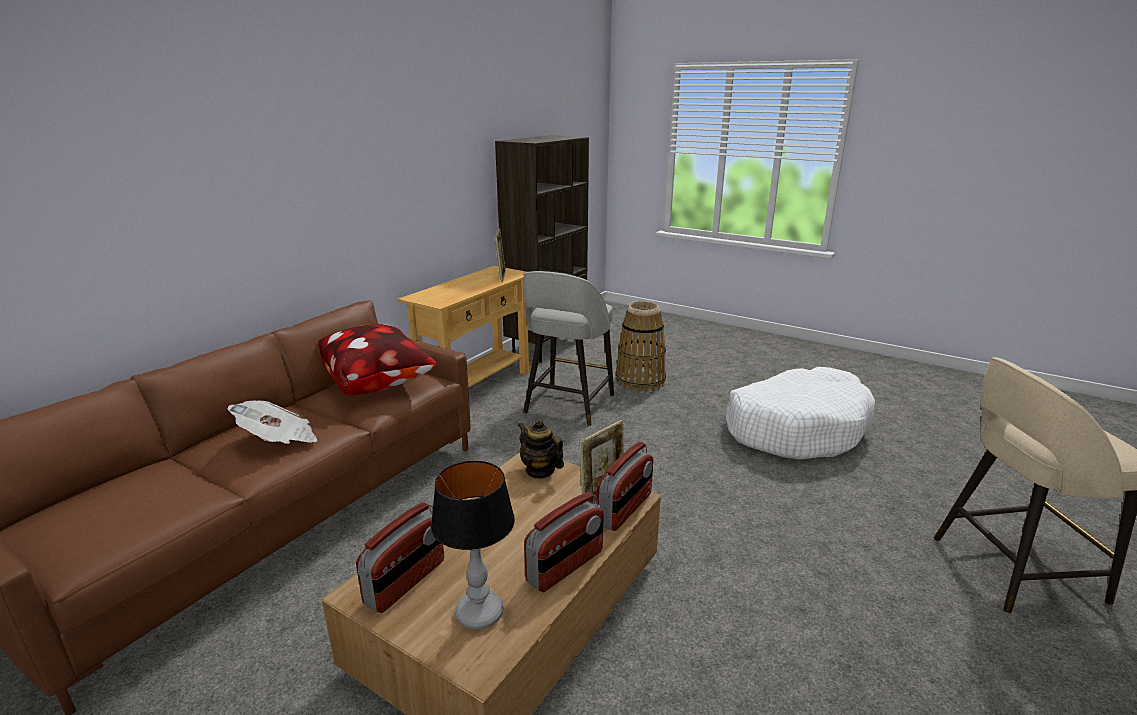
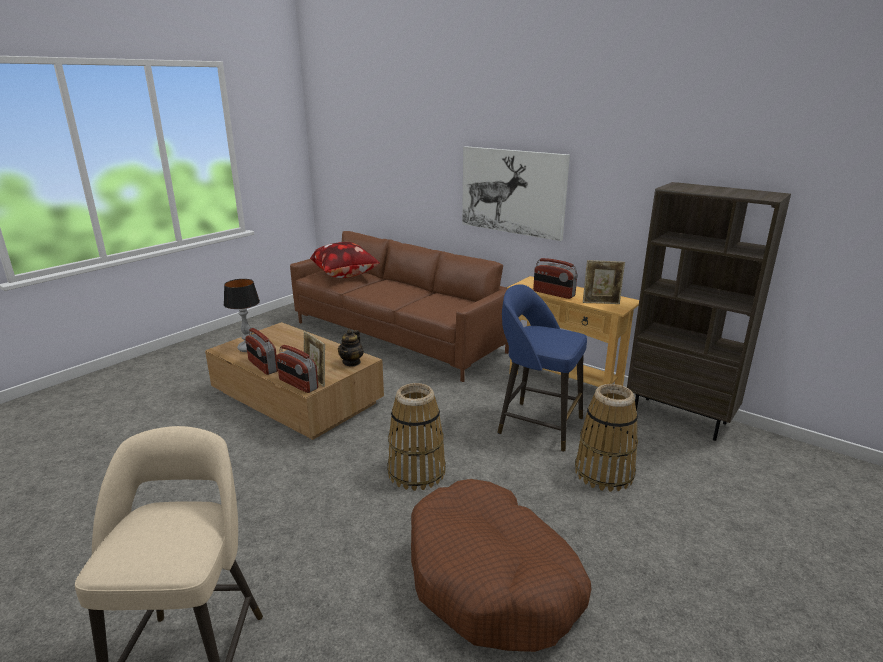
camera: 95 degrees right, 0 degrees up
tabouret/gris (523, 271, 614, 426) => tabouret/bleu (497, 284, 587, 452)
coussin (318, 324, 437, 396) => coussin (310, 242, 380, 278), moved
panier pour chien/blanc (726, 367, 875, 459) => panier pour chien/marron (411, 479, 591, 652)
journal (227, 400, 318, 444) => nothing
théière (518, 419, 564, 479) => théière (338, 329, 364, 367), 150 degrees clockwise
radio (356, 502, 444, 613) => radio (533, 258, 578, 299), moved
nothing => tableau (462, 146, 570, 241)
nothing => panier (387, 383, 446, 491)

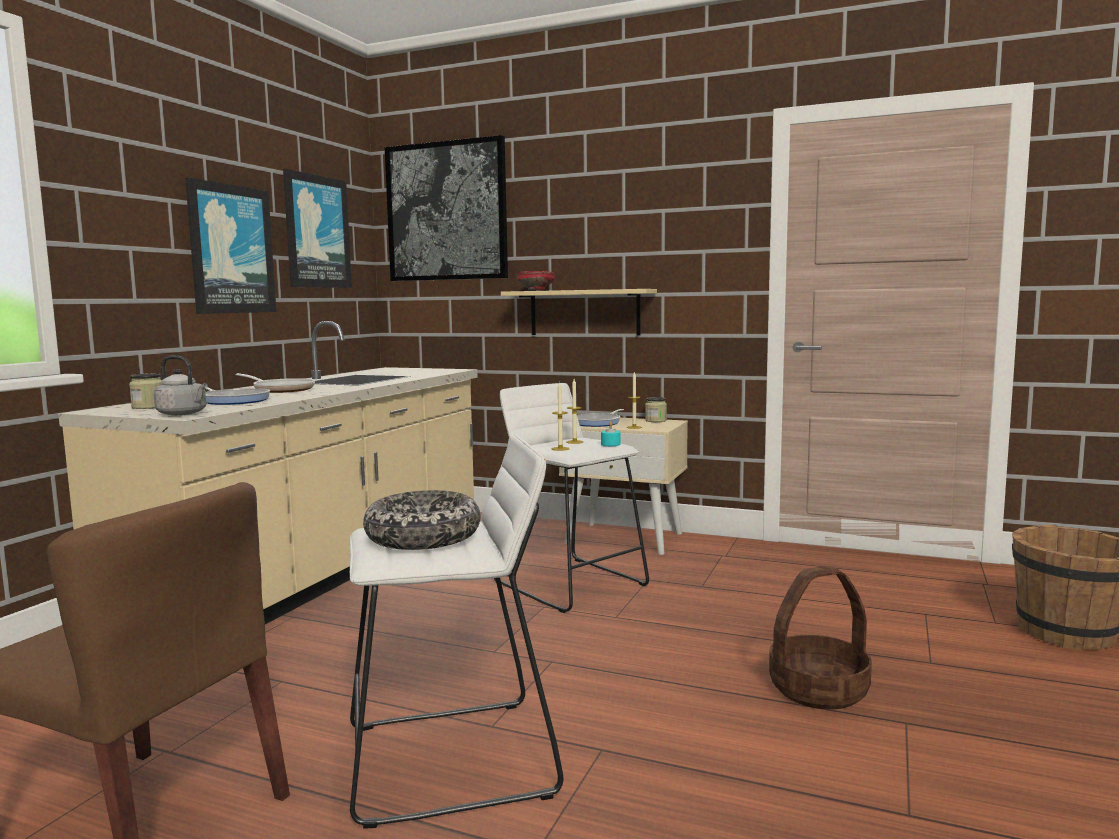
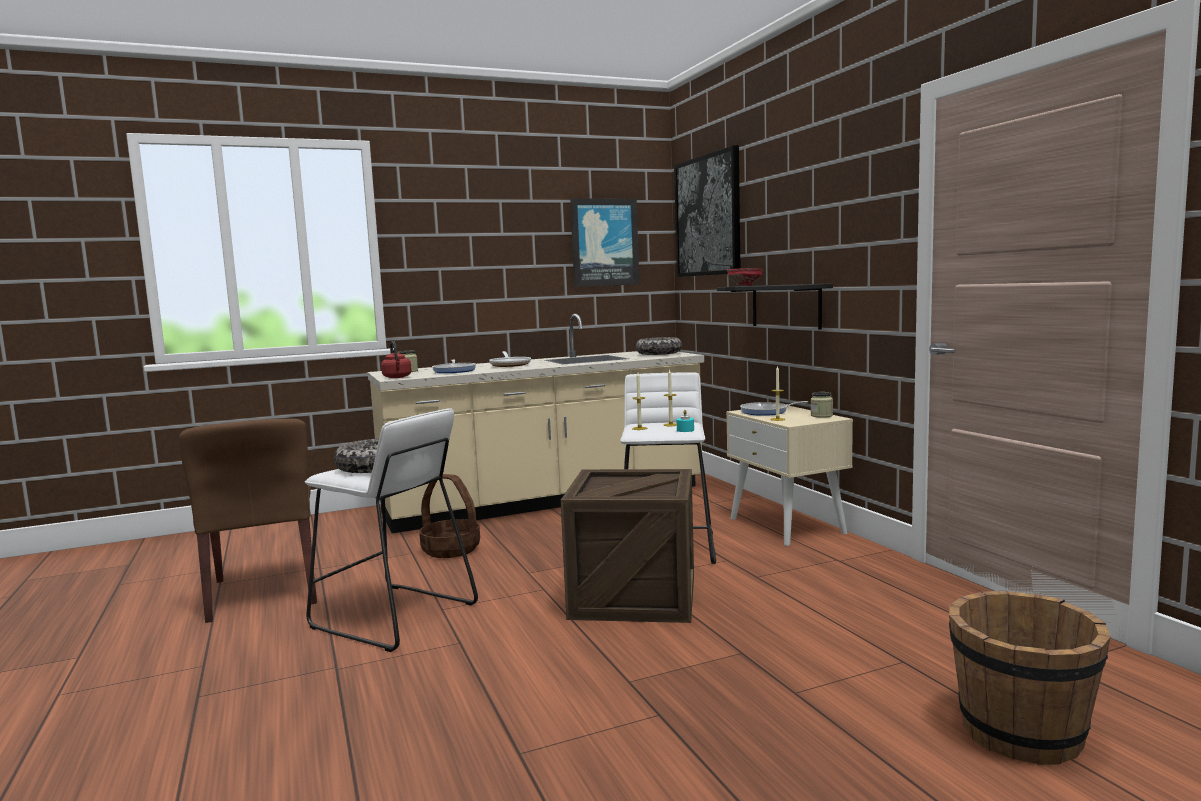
camera: 45 degrees right, 0 degrees up
tableau (185, 178, 276, 314) => nothing
étagère/beige (501, 289, 657, 335) => étagère/noir (717, 283, 833, 330)
bouilloire/gris (154, 356, 207, 416) => bouilloire/rouge (381, 341, 412, 378)
panier (769, 566, 872, 709) => panier (419, 474, 480, 558), moved
nothing => bol (636, 337, 682, 355)
nothing => caisse (561, 469, 694, 623)

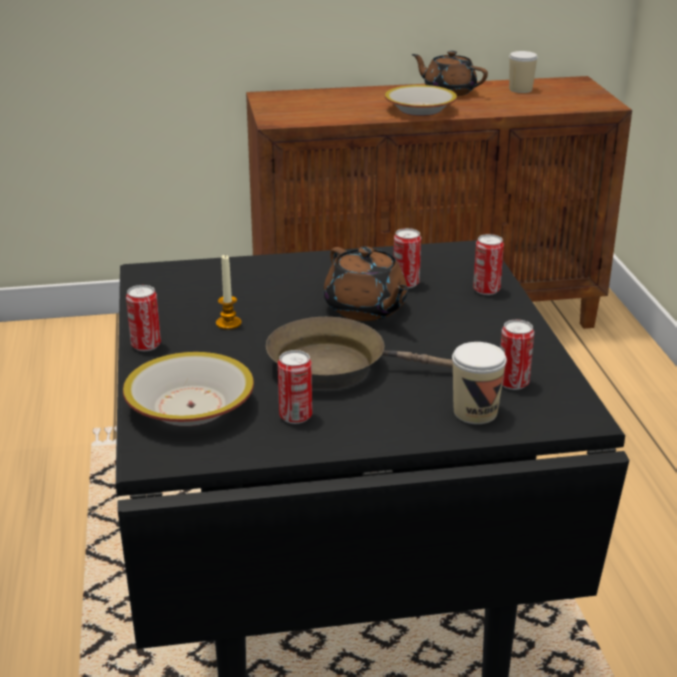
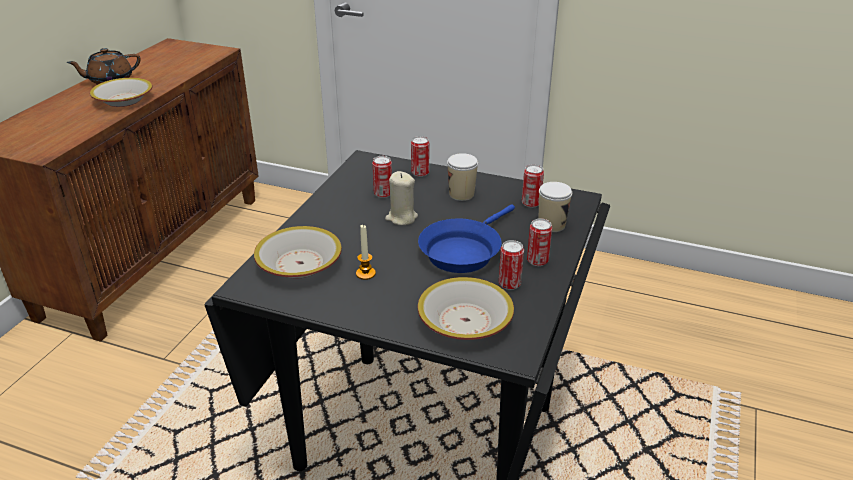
camera: 60 degrees left, 5 degrees up
tasse (509, 51, 538, 93) => tasse (447, 153, 478, 201), moved
théière/marron (323, 246, 408, 321) => bougie/beige (385, 171, 418, 225)
boîte métallique (126, 285, 161, 351) => boîte métallique (527, 219, 552, 266), moved
poêle/marron (266, 317, 453, 389) => poêle/bleu (418, 204, 515, 273)
nothing => bol (254, 226, 342, 279)

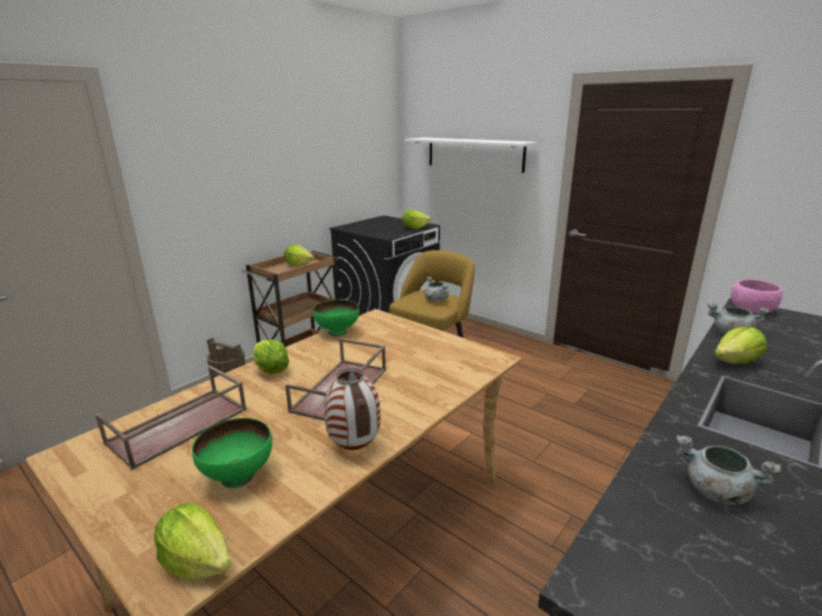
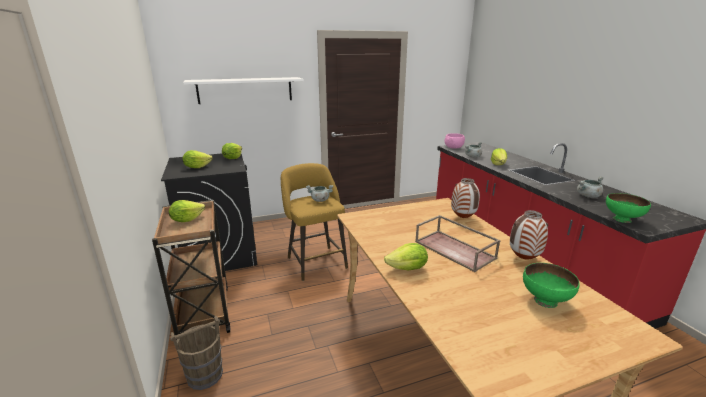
camera: 60 degrees left, 0 degrees up
bol/vert (313, 299, 359, 337) => bol/vert (606, 193, 651, 223), moved
plateau/marron (95, 366, 247, 470) => nothing
laitue (154, 503, 232, 580) => laitue (182, 150, 213, 168), moved
nothing => vase (451, 178, 480, 218)

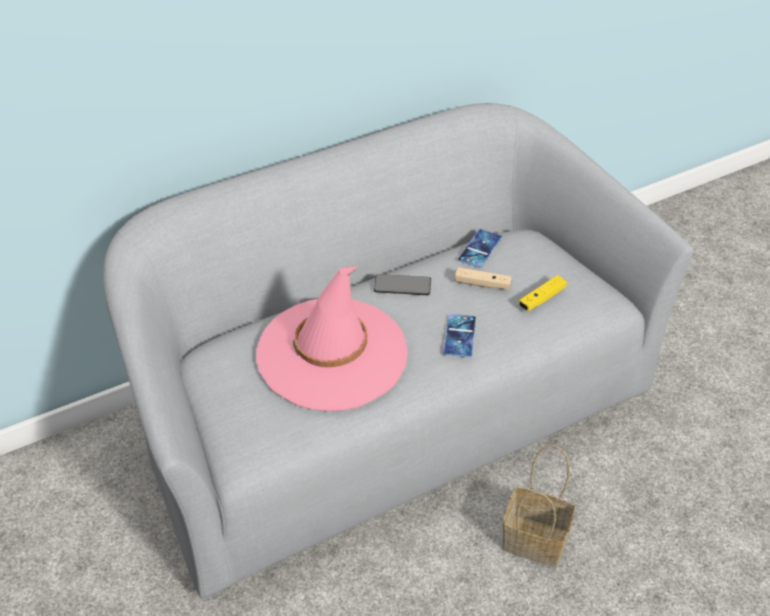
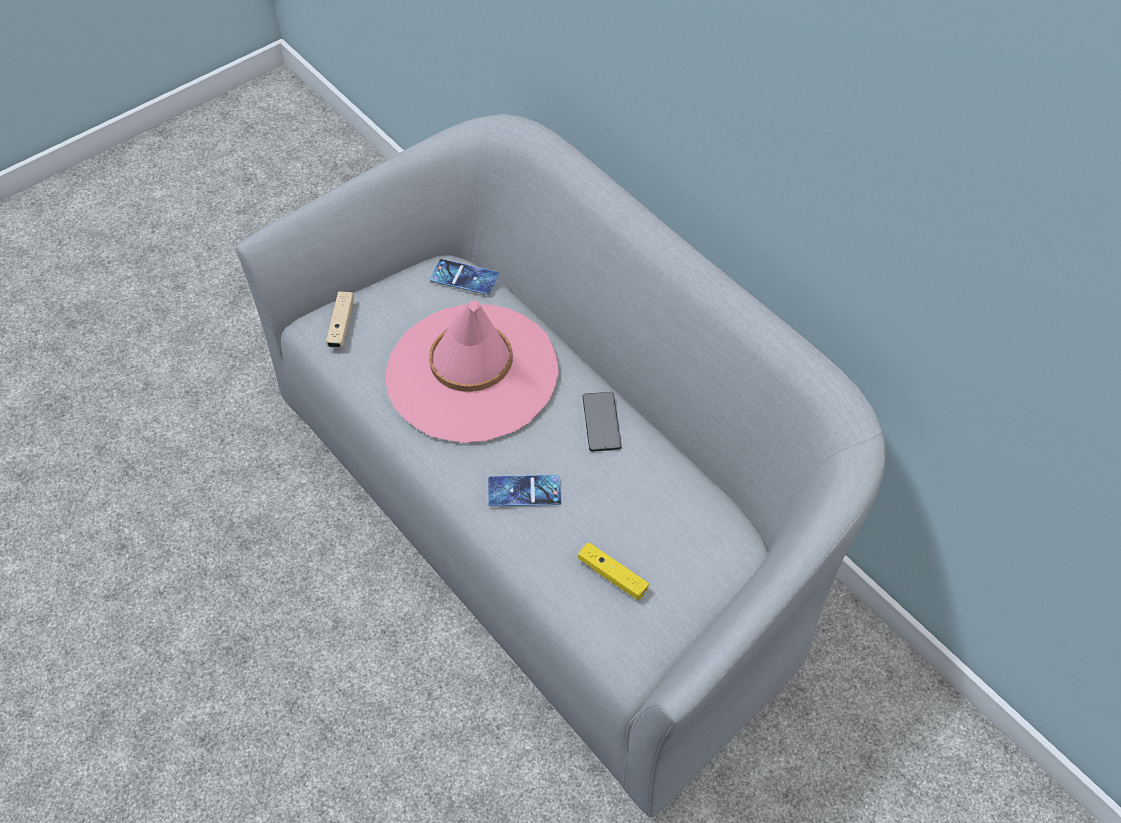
camera: 80 degrees right, 10 degrees up
téléphone (458, 229, 502, 268) => téléphone (430, 259, 499, 295), moved
manette/beige (455, 267, 512, 289) => manette/beige (326, 292, 354, 348), moved
panier (502, 445, 575, 567) => nothing

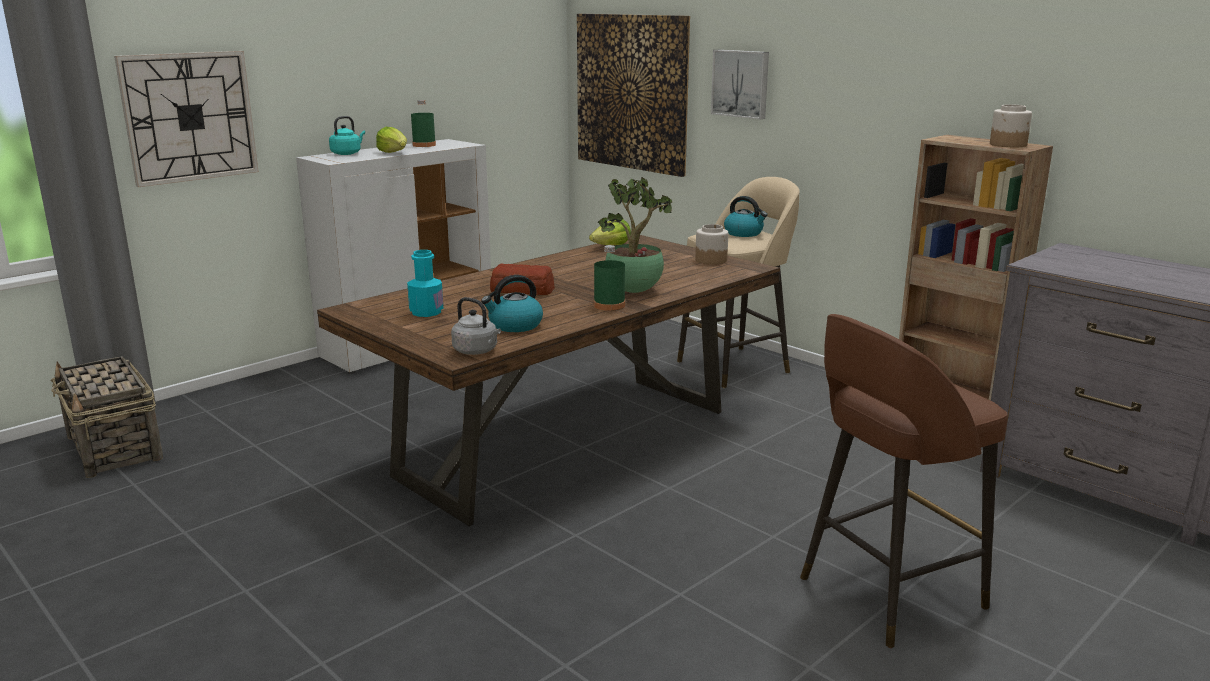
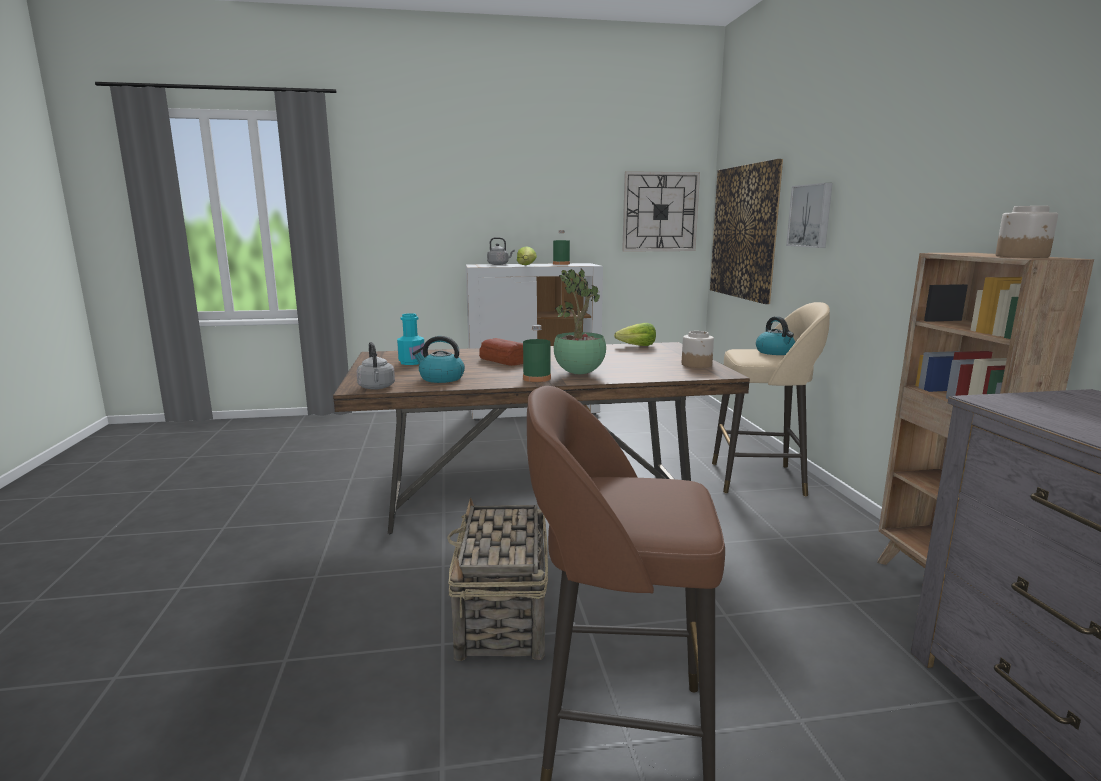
camera: 35 degrees right, 5 degrees down
horloge murale (114, 51, 259, 187) => horloge murale (622, 171, 700, 252), moved
bouilloire/turquoise (329, 116, 365, 155) => bouilloire/gris (487, 237, 515, 265)
panier (51, 356, 163, 478) => panier (447, 497, 548, 661), moved

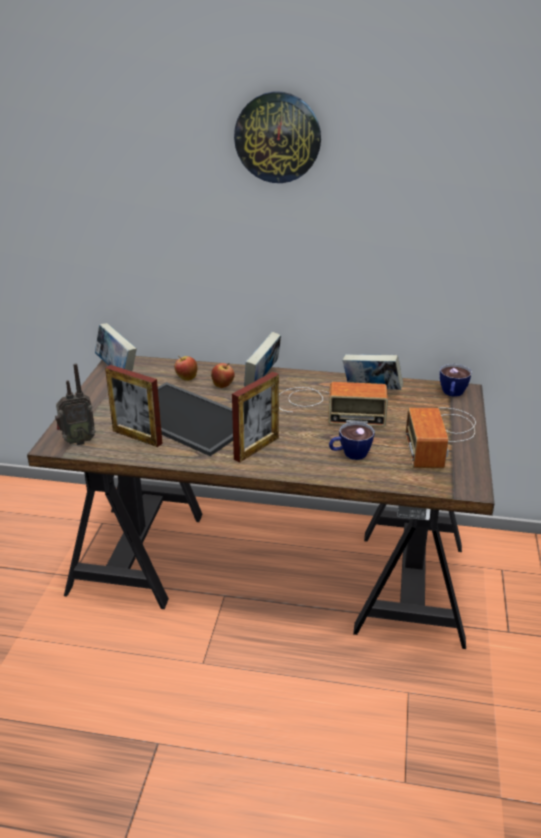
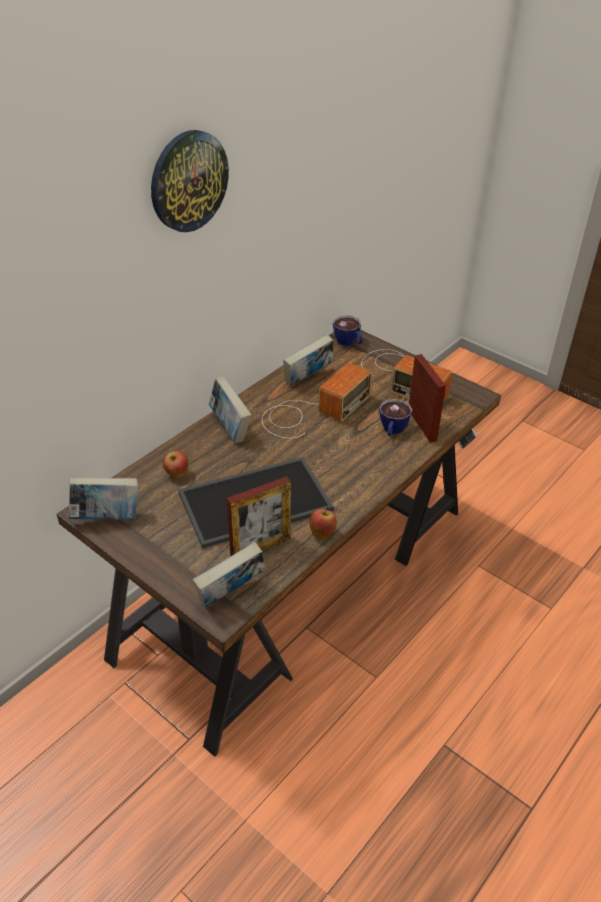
camera: 60 degrees left, 10 degrees up
radio (55, 363, 96, 445) => livre (193, 542, 265, 608)
pomme (211, 363, 235, 388) => pomme (309, 507, 337, 539), moved
cadre photo (232, 372, 279, 462) => cadre photo (409, 354, 446, 443), moved

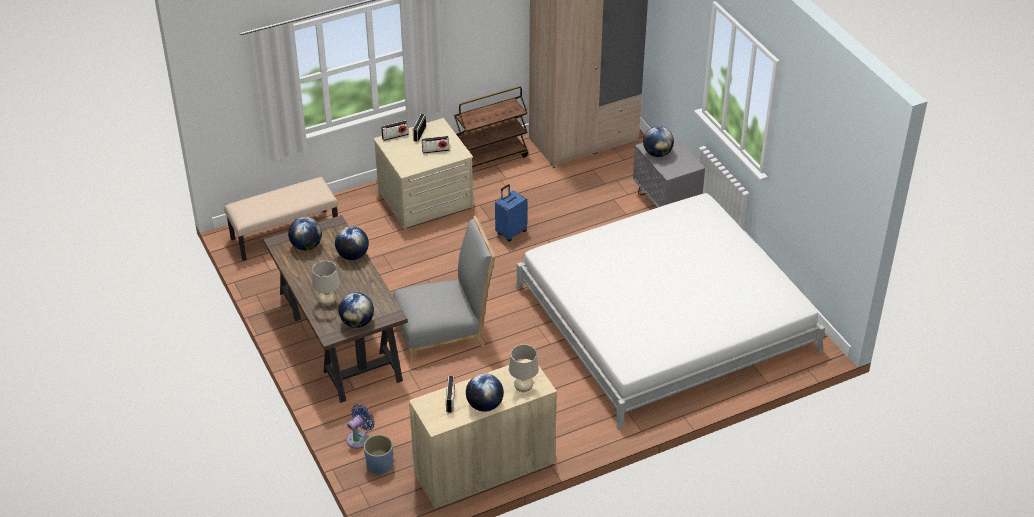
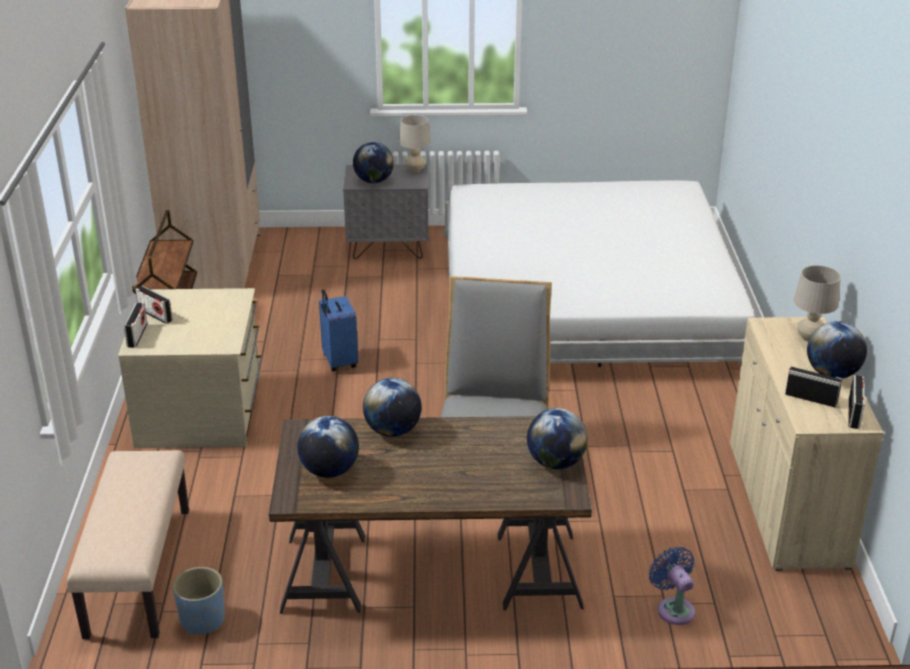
camera: 65 degrees left, 10 degrees down
radio (422, 136, 449, 154) => radio (849, 375, 865, 429), moved
lampe de table/beige (312, 261, 340, 306) => lampe de table/beige (399, 115, 431, 173), moved
cache-pot/bleu (364, 434, 393, 475) => cache-pot/bleu (173, 567, 225, 634), moved

